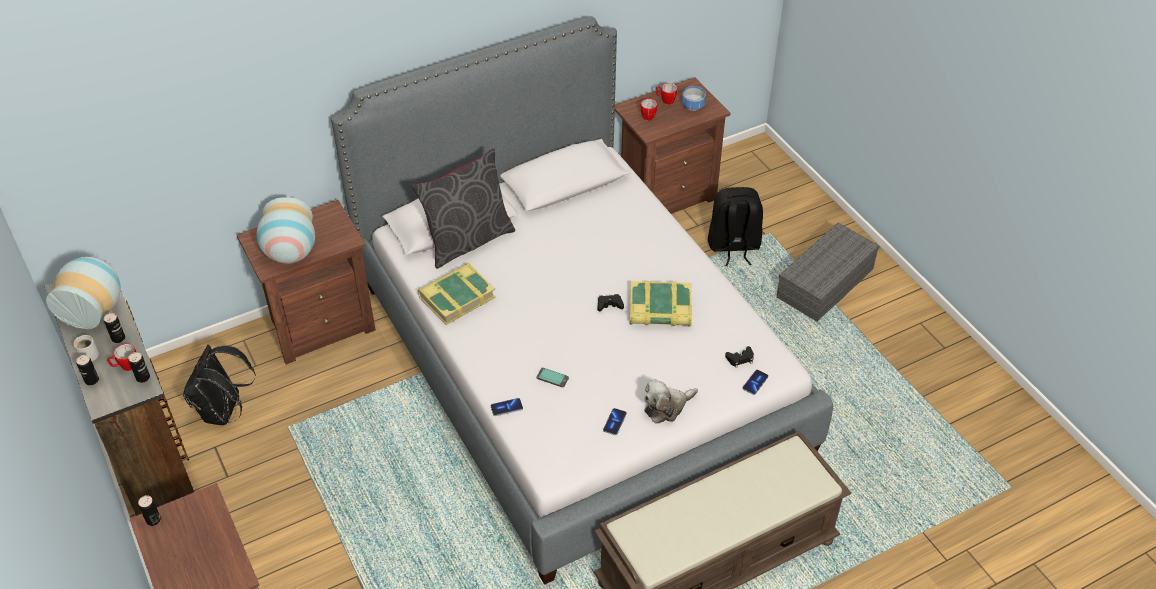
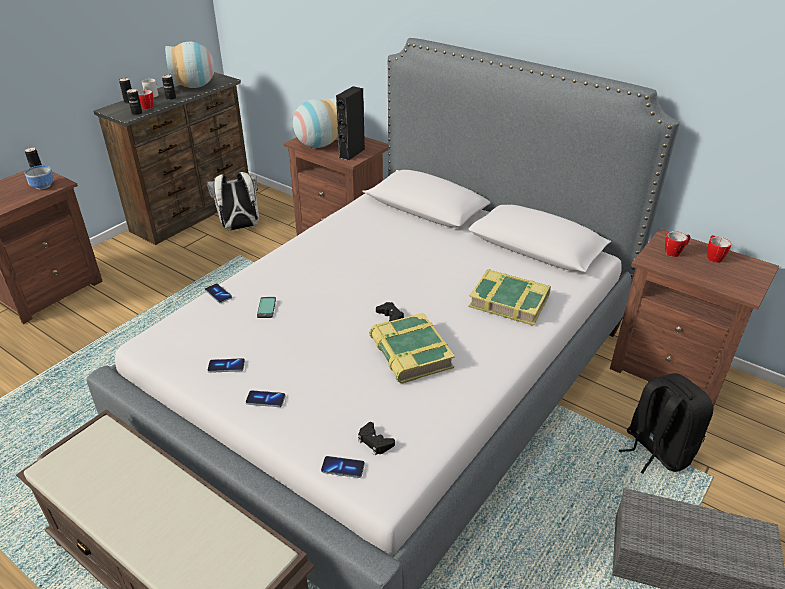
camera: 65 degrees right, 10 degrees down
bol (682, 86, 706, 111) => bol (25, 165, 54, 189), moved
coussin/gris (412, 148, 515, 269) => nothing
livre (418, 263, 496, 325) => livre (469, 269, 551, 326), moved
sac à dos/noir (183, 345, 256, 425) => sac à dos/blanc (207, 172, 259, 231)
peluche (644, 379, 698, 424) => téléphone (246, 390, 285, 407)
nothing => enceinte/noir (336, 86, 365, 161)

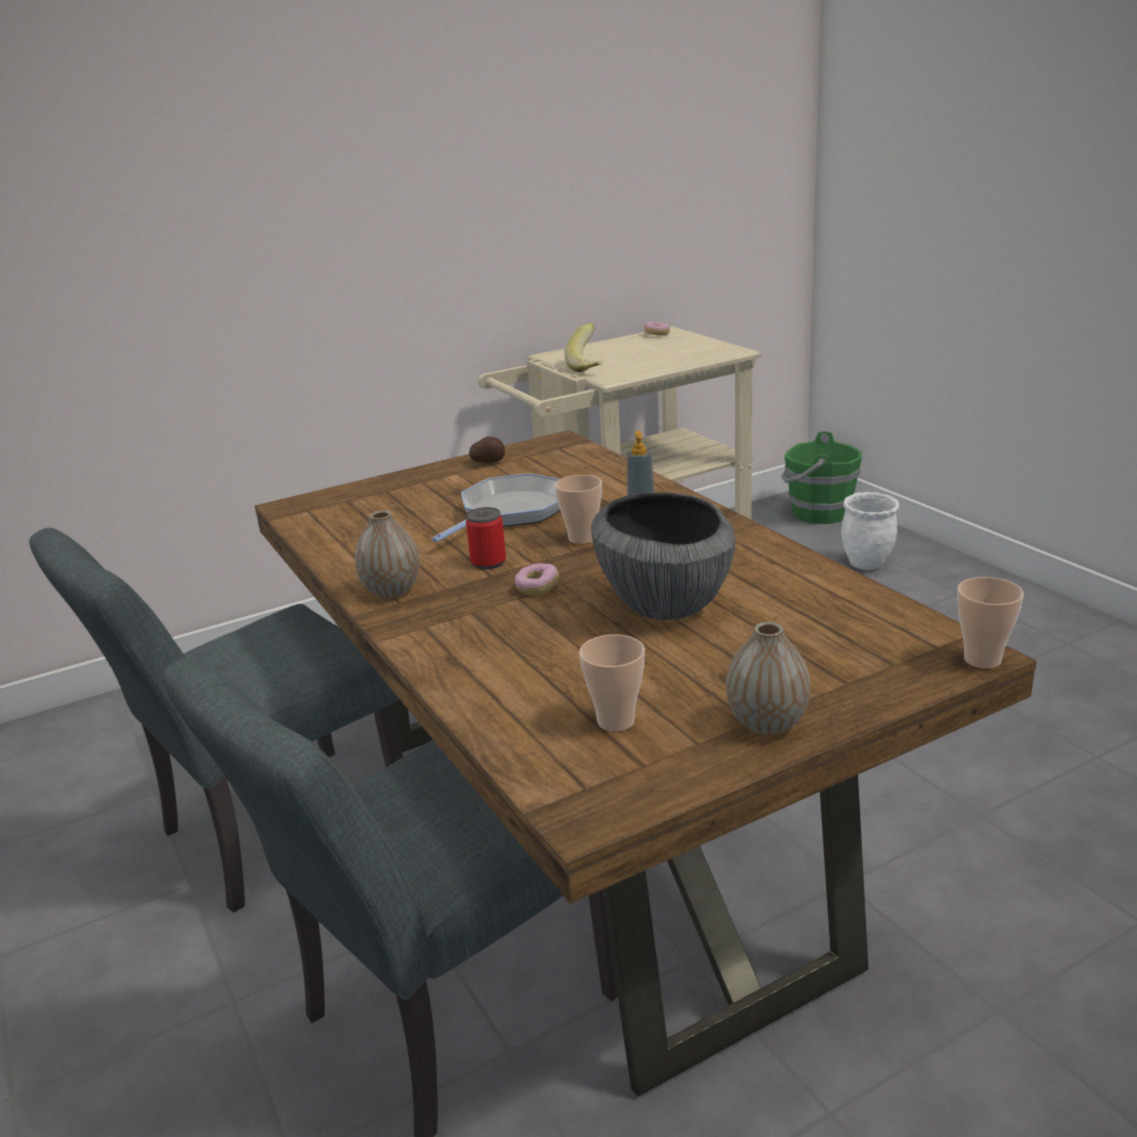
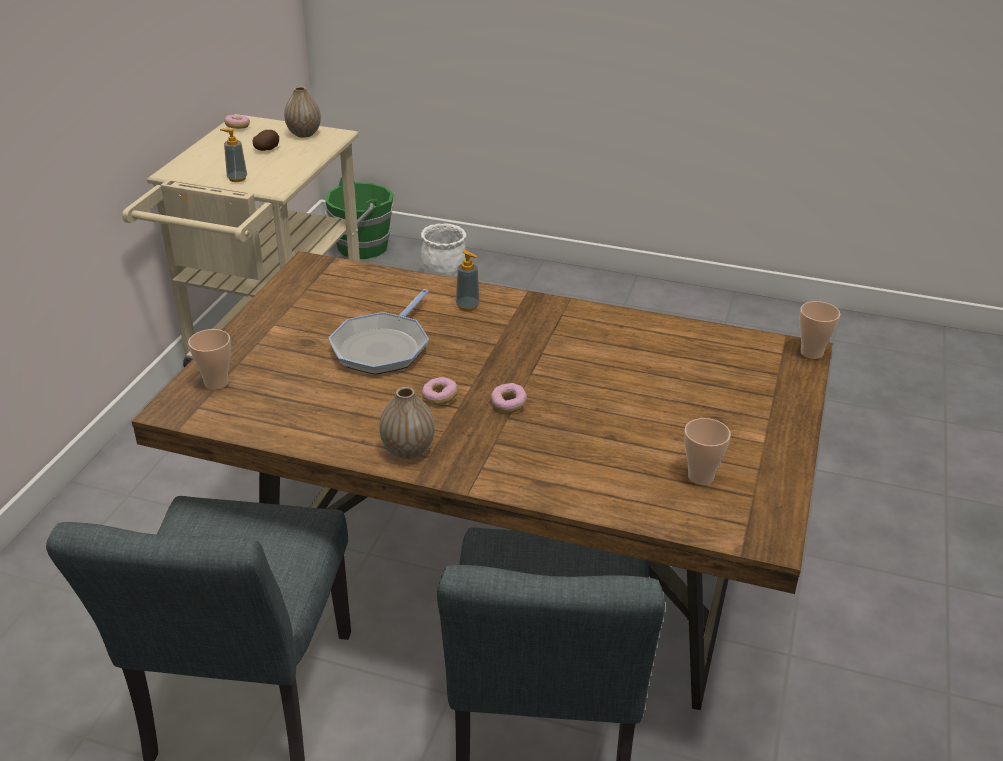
camera: 45 degrees left, 10 degrees up
banane (564, 323, 602, 372) => distributeur de savon (220, 129, 247, 182)
pomme de terre (469, 437, 505, 463) => pomme de terre (253, 130, 279, 151), moved
poêle (432, 473, 560, 542) => poêle (329, 289, 429, 375), 150 degrees counterclockwise
tasse (555, 475, 602, 544) => tasse (188, 329, 231, 390), moved
bol (591, 492, 735, 620) => nothing
boîte métallique (466, 507, 506, 570) => beignet (422, 377, 458, 405)
vase (726, 622, 810, 735) => vase (284, 86, 321, 138), moved

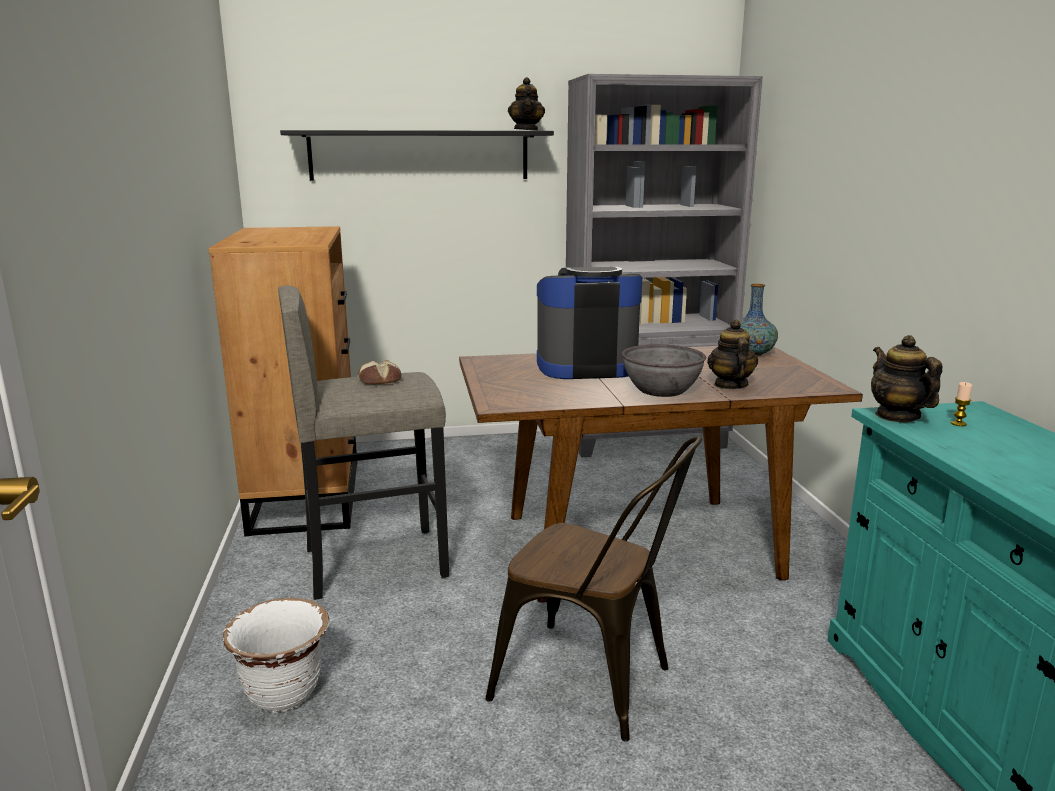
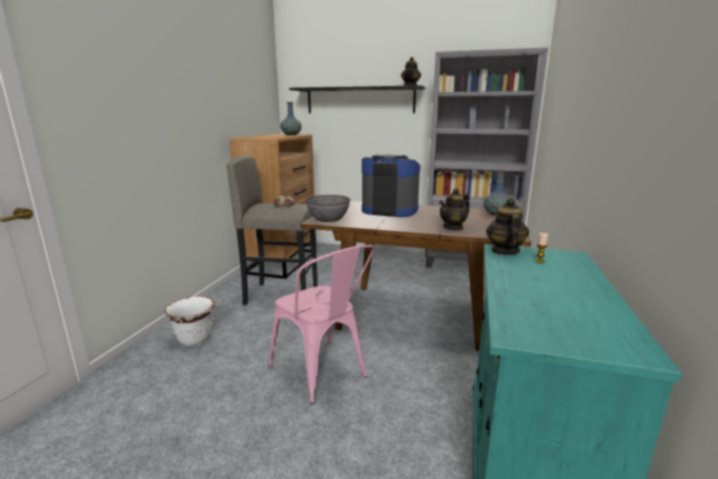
camera: 25 degrees right, 0 degrees up
théière (707, 320, 758, 389) => théière (439, 188, 470, 230), 150 degrees counterclockwise
bol/gris (622, 344, 706, 397) => bol/gris (305, 195, 351, 222), moved
chaise/marron (485, 436, 702, 742) => chaise/rose (268, 245, 375, 404)
nothing => vase (280, 102, 302, 136)

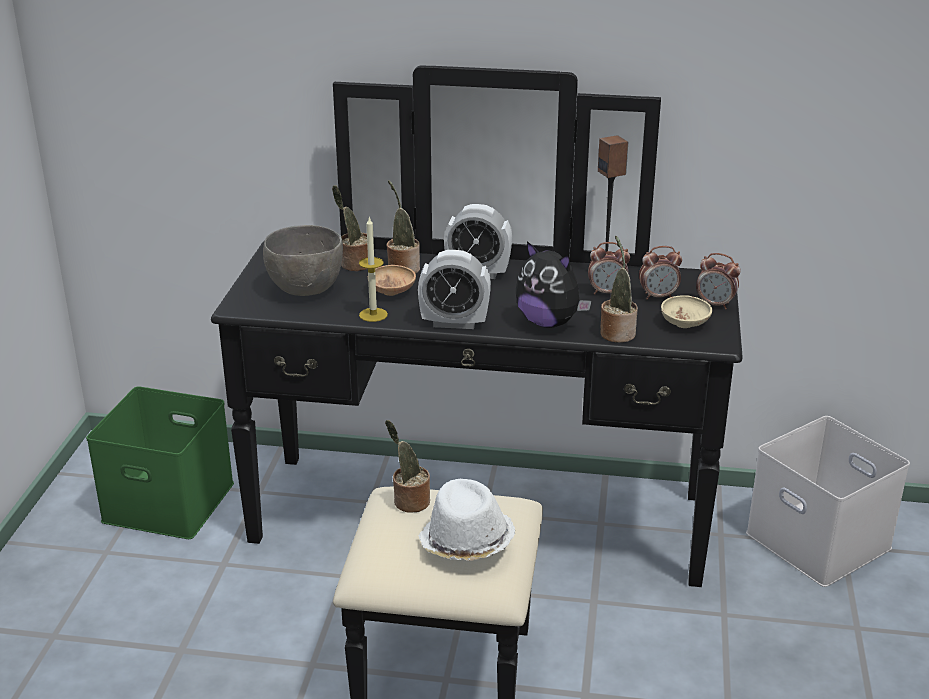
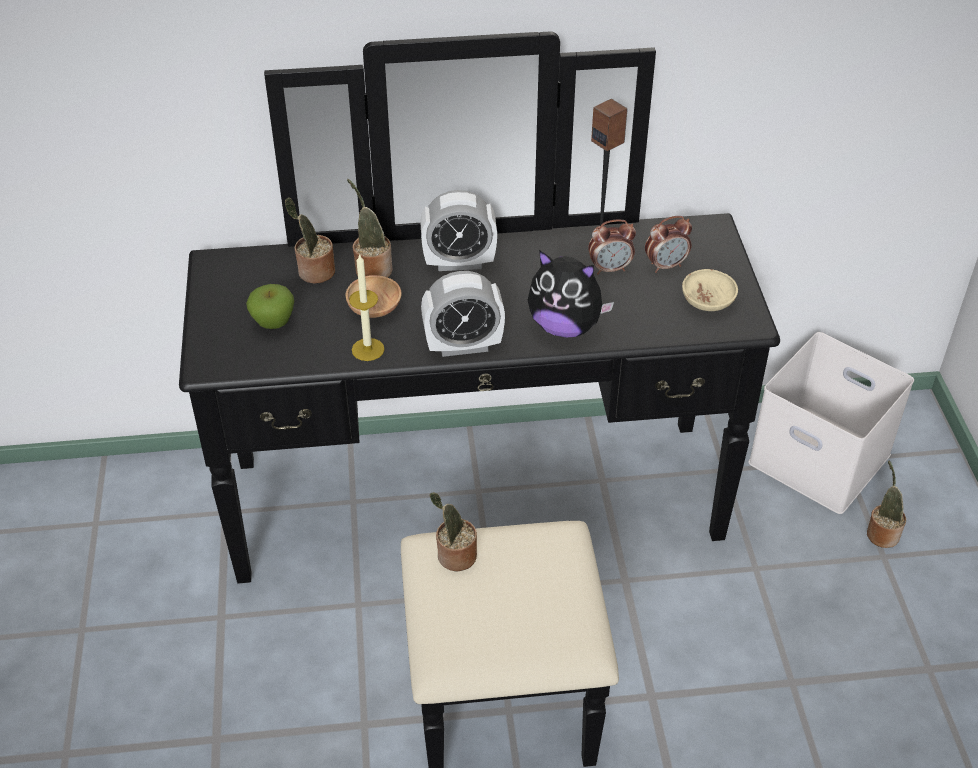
camera: 15 degrees left, 15 degrees up
bol/gris (263, 225, 343, 296) => pomme (246, 284, 294, 329)
plante en pot (600, 235, 638, 343) => plante en pot (867, 461, 906, 548), moved
réveil (696, 253, 741, 309) => nothing
boîte de rangement/vert (86, 386, 234, 539) => nothing
chapeau/blanc (418, 479, 515, 561) => nothing

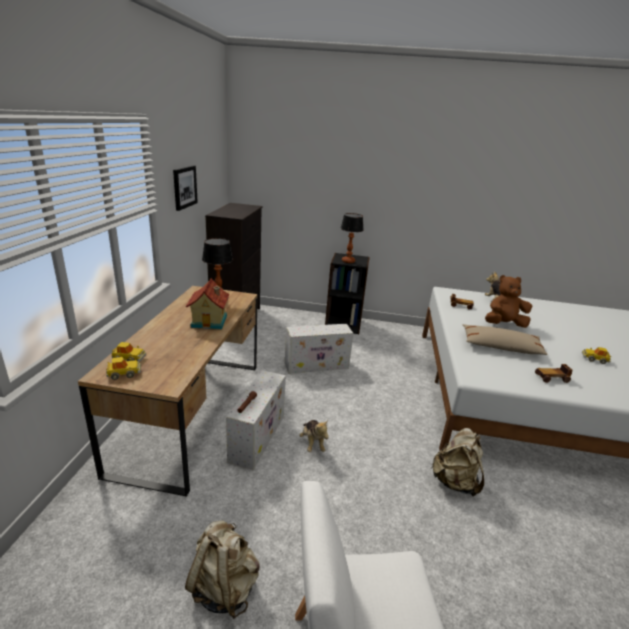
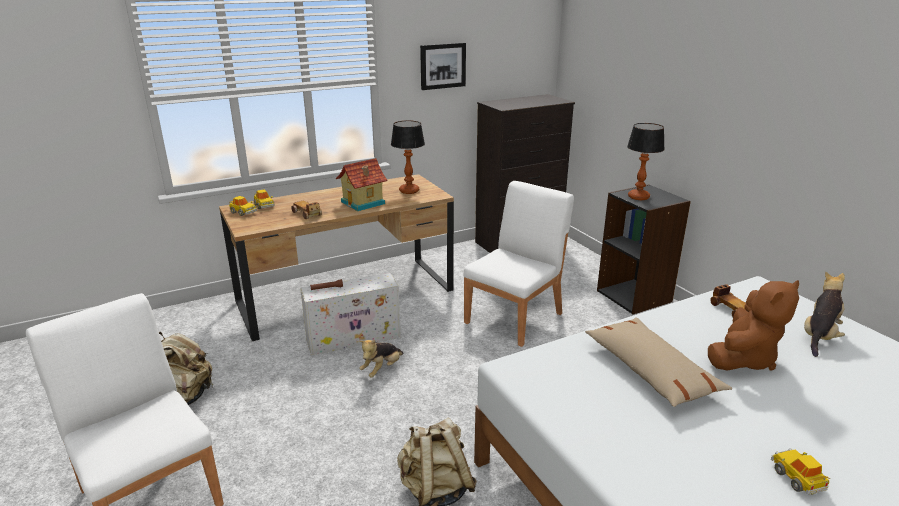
camera: 55 degrees right, 0 degrees up
peluche/marron (485, 275, 532, 328) => peluche/marron (708, 280, 799, 371), 90 degrees clockwise
boîte de rangement/blanc (285, 324, 353, 374) => chaise/blanc (463, 181, 574, 347)
petite voiture (535, 364, 572, 383) => petite voiture (291, 200, 322, 219), moved

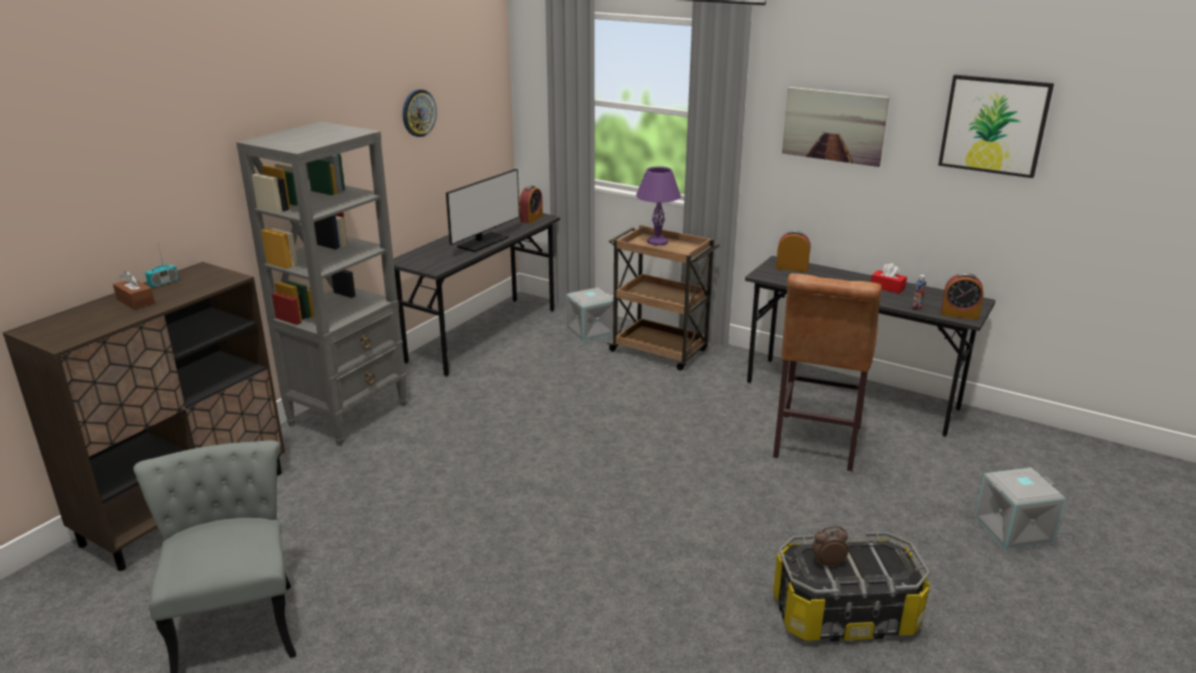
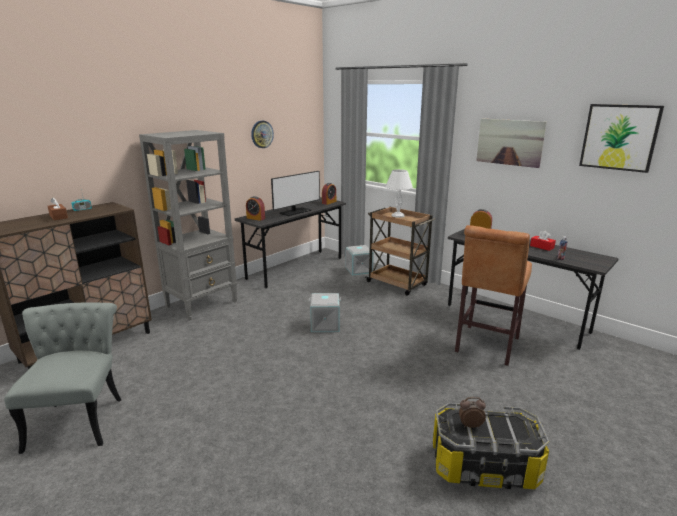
camera: 10 degrees right, 5 degrees down
lampe de table/violet (636, 166, 681, 246) => lampe de table/blanc (385, 169, 413, 218)
réveil (941, 273, 984, 320) => réveil (246, 196, 265, 221), moved
boîte de rangement/gris (975, 468, 1066, 550) => boîte de rangement/gris (309, 293, 341, 332), moved

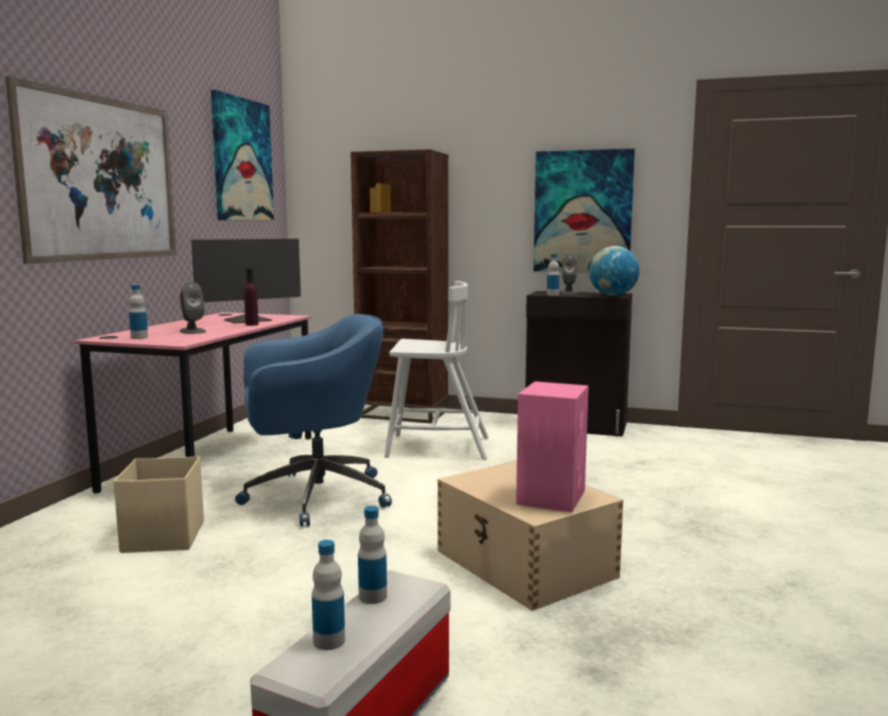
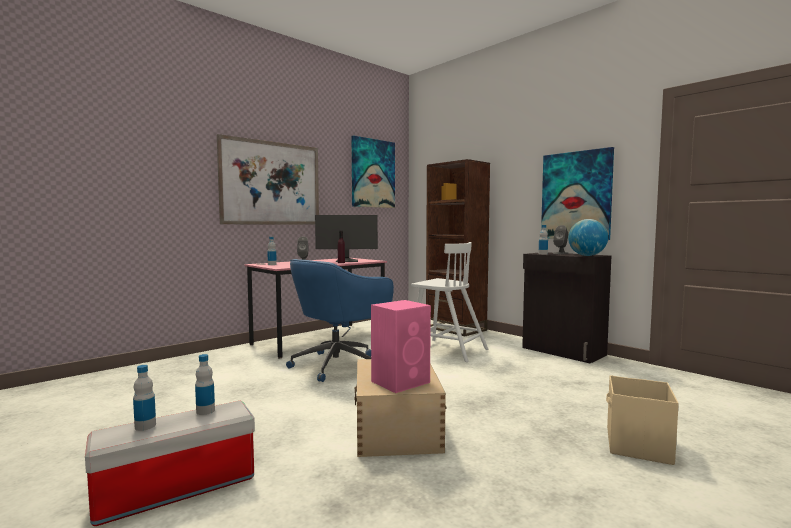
camera: 30 degrees right, 5 degrees down
chaise de bureau/bleu (235, 314, 392, 527) => chaise de bureau/bleu (286, 259, 394, 382), 120 degrees clockwise
boîte de rangement/beige (114, 456, 204, 553) => boîte de rangement/beige (606, 375, 679, 465), moved

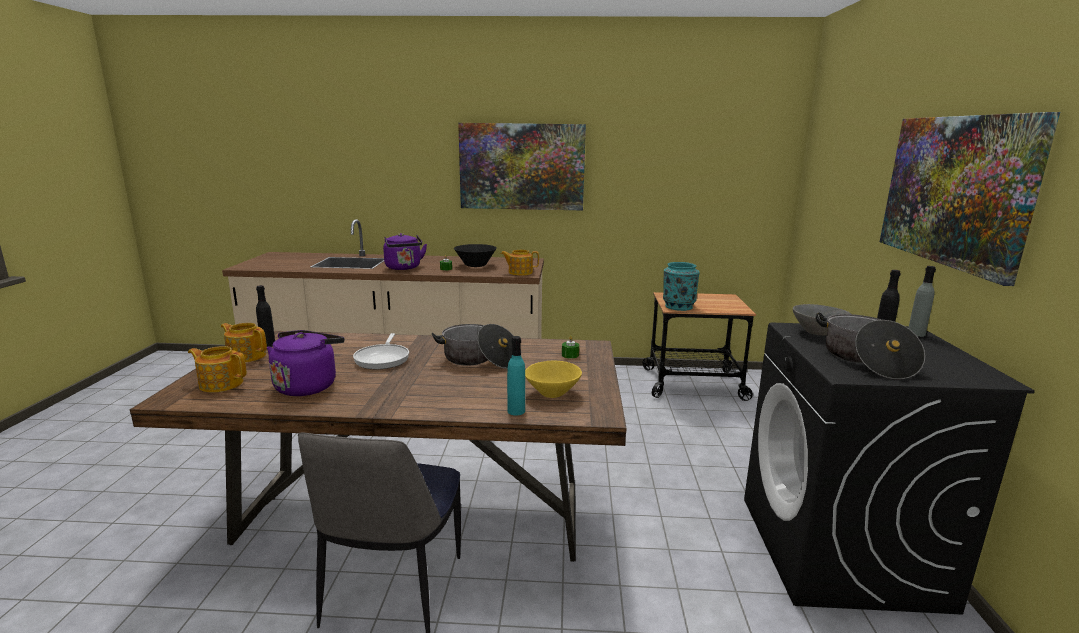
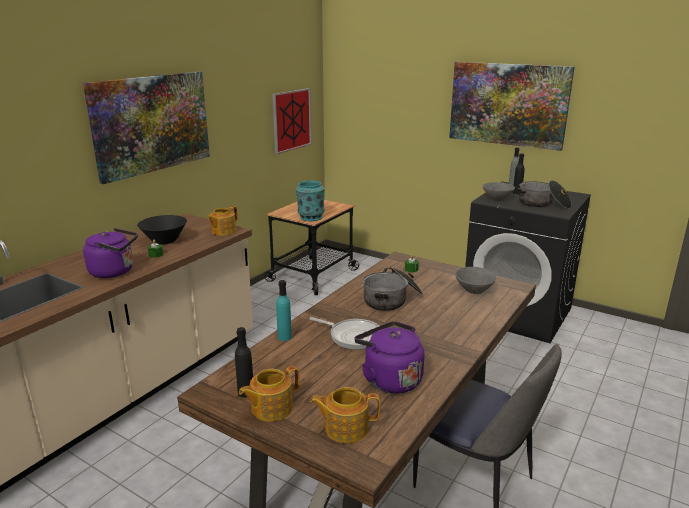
camera: 60 degrees left, 5 degrees up
bouteille/turquoise (507, 336, 525, 416) => bouteille/turquoise (276, 280, 292, 341), moved
théière (188, 346, 246, 392) => théière (310, 387, 380, 443), 45 degrees clockwise
bol/jaune (525, 361, 582, 398) => bol/gris (455, 267, 496, 294)
nothing => tableau (272, 88, 312, 154)

